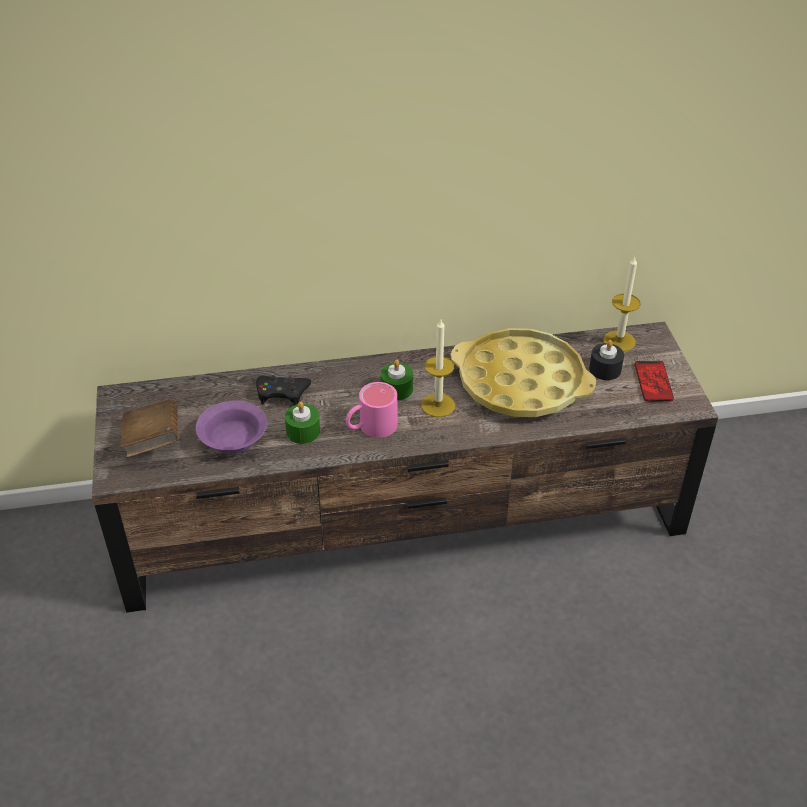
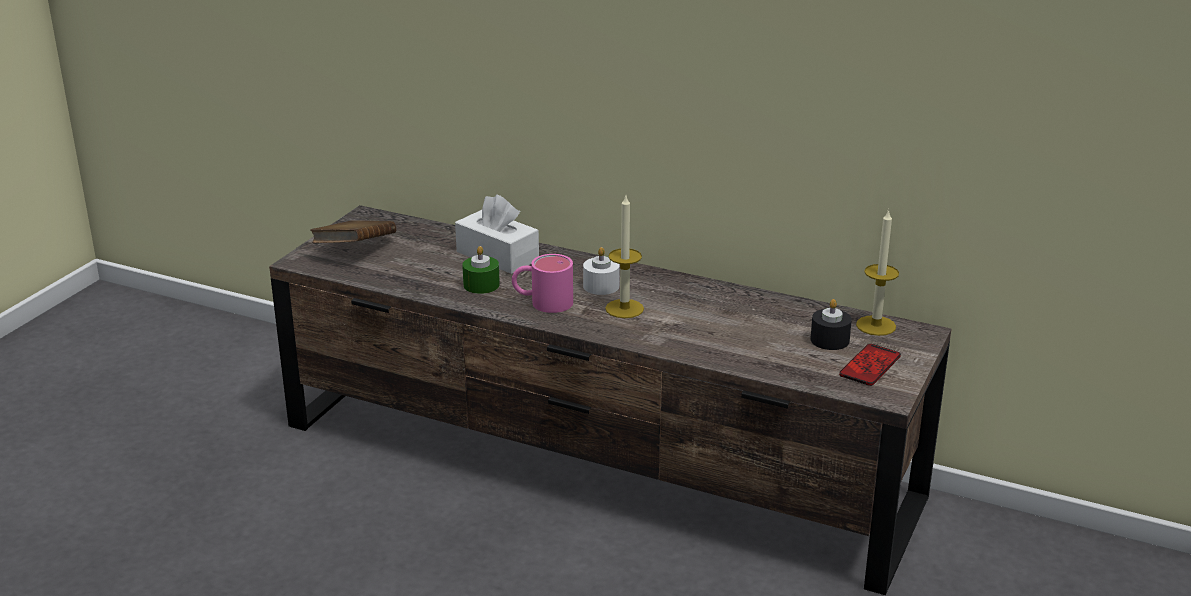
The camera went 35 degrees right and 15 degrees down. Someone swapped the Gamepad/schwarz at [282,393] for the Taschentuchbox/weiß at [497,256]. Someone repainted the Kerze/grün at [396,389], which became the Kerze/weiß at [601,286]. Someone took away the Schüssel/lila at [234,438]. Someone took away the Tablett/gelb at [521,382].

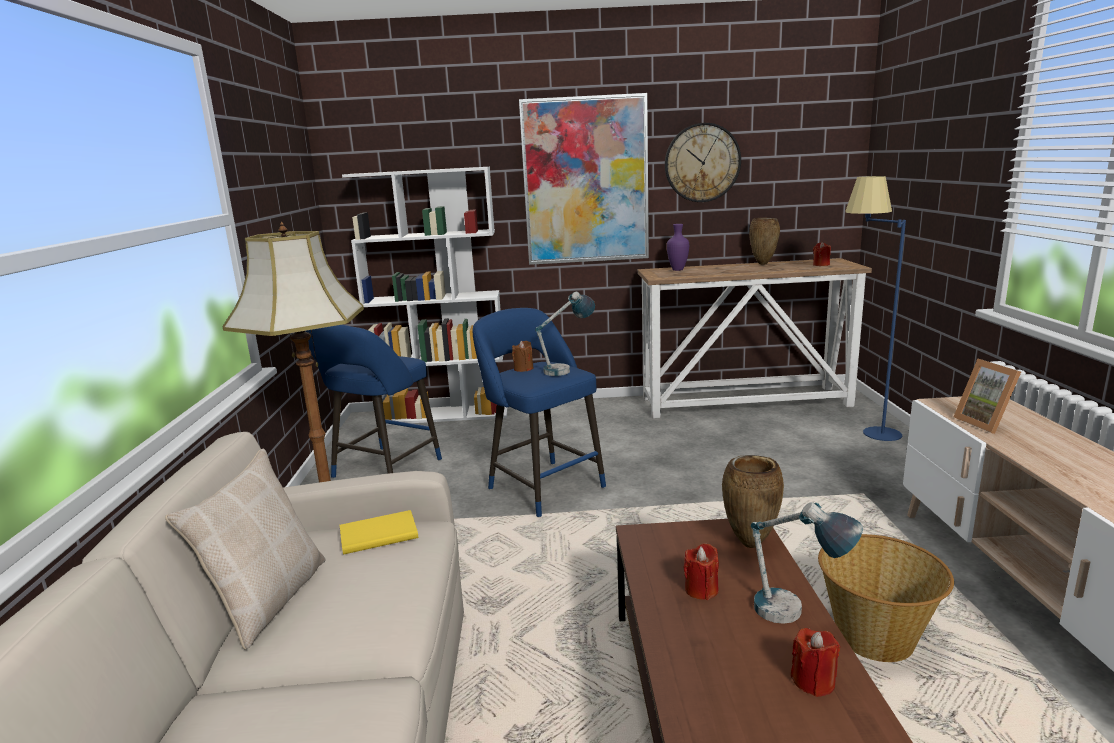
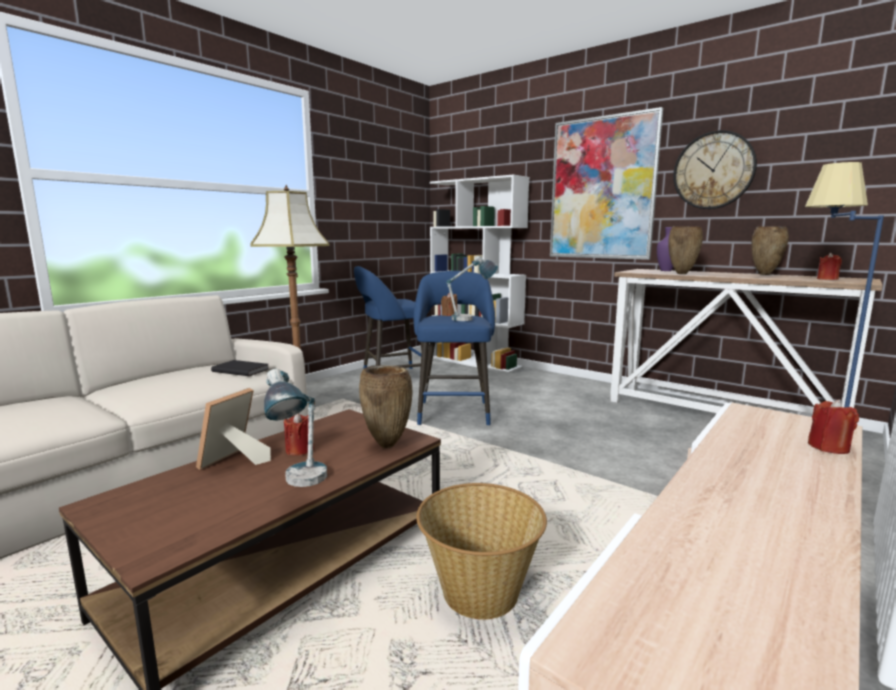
The camera went 40 degrees right and 5 degrees down. Someone carried the Bilderrahmen from [986,423] to [234,462]. Someone repainted the Buch/gelb at [377,534], which became the Buch/schwarz at [241,370]. Someone put down the Vase/braun at [682,274]. Someone carried the Kerze/rot from [813,681] to [828,447]. Someone took away the Kissen/beige at [268,599].

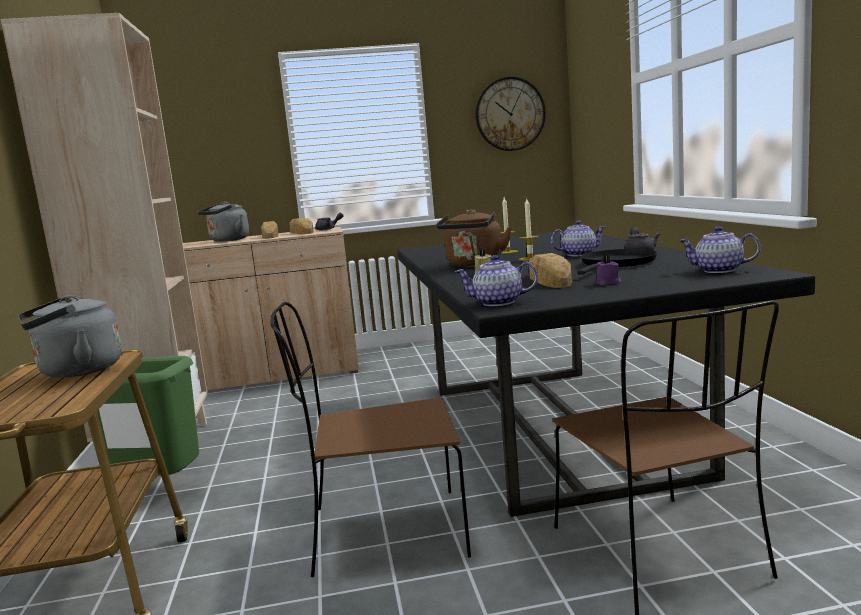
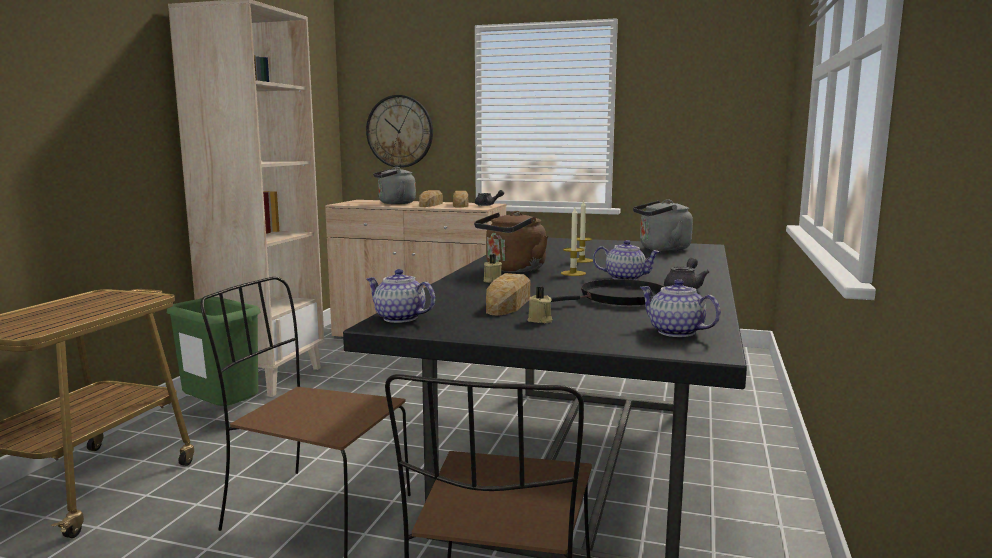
The camera went 25 degrees right and 0 degrees up. Someone carried the Wanduhr from [510,114] to [400,131]. Someone repainted the Kerze/lila at [608,283], which became the Kerze/beige at [540,320]. Someone carried the Wasserkessel/grau from [76,371] to [661,249].

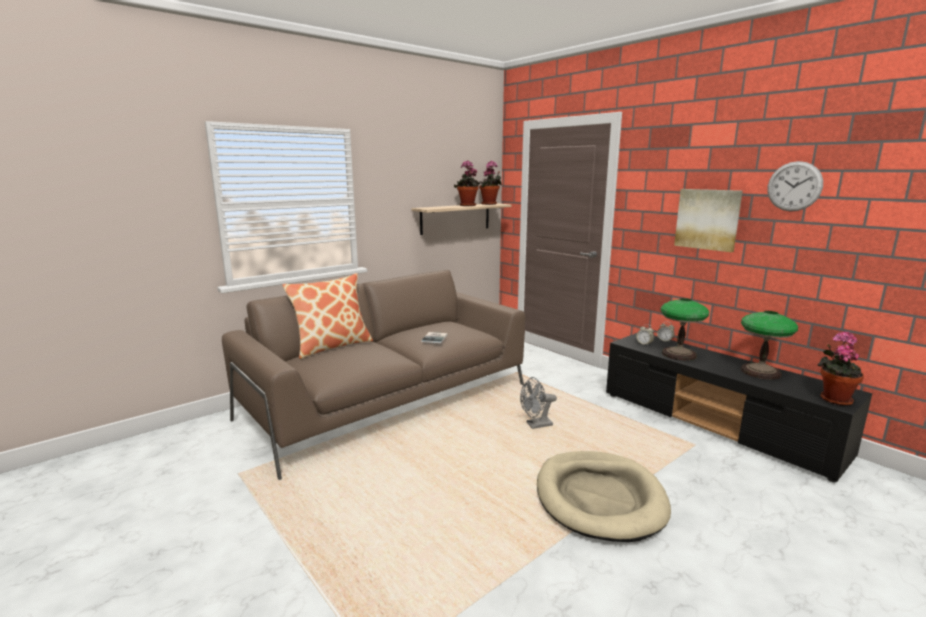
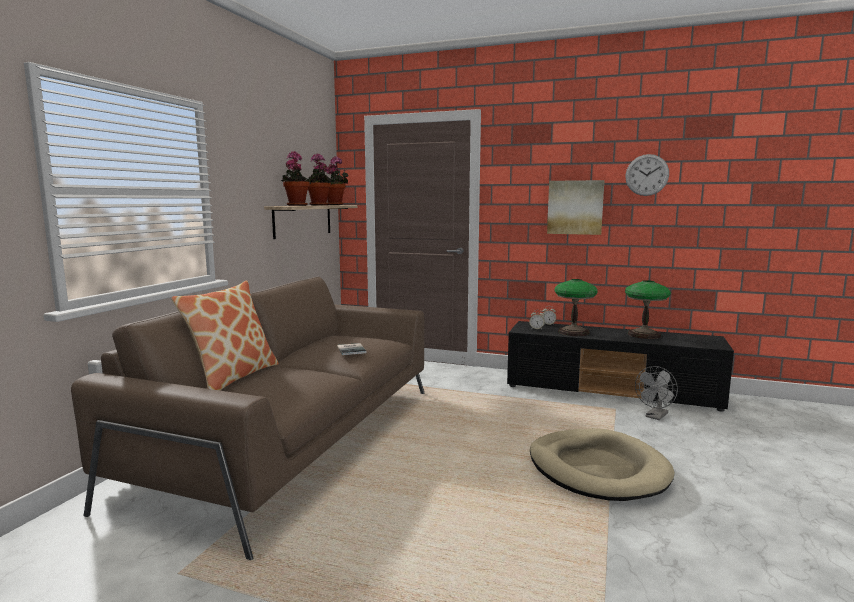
The camera went 30 degrees left and 5 degrees down. Someone carried the Topfpflanze from [834,399] to [296,205]. Someone carried the Ventilator/grau from [535,425] to [655,416].

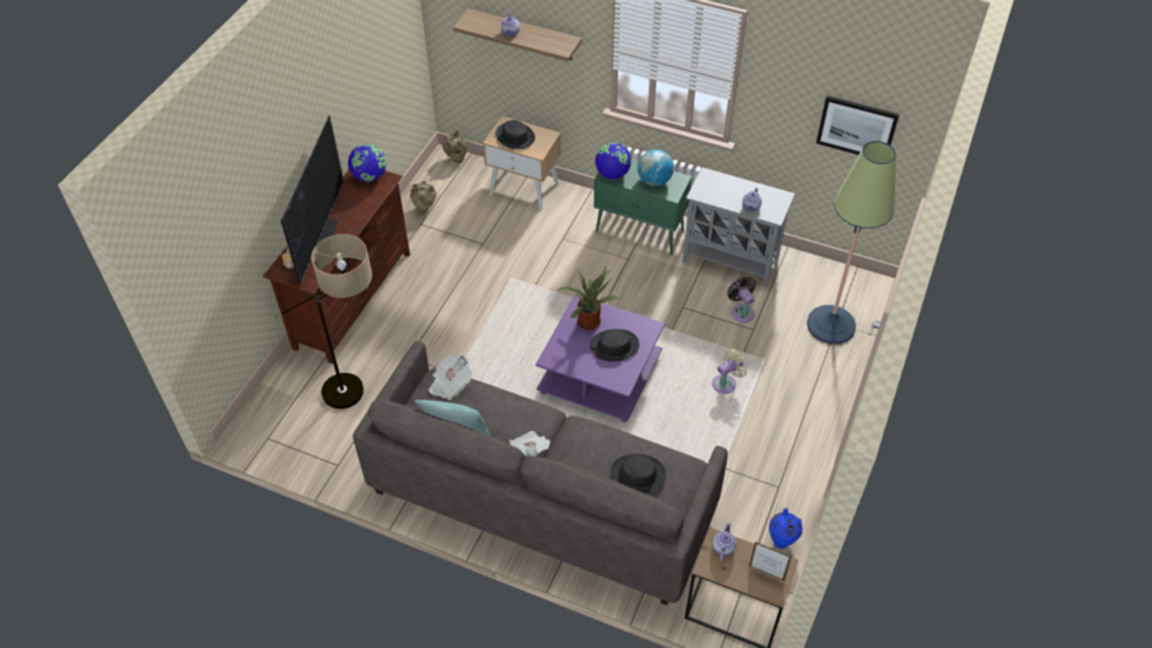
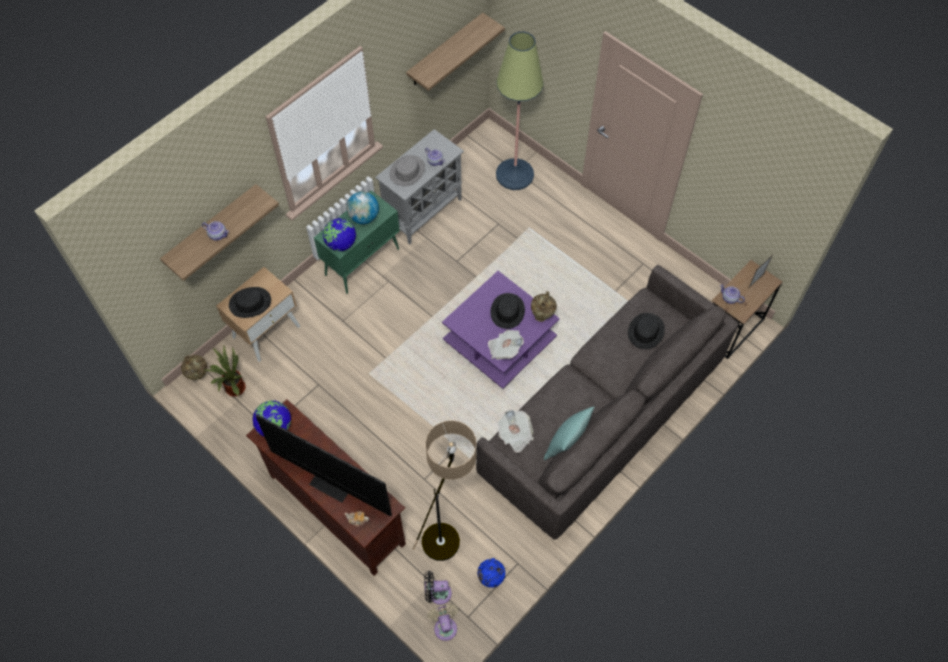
The camera went 70 degrees left and 10 degrees up. Someone carried the Topfpflanze from [588,320] to [233,388]. Someone put down the Hut/grau at [407,171]. Someone swapped the Bild at [857,128] for the Wandregal at [445,51]. Someone carried the Ventilator/schwarz from [742,311] to [437,593]. Someone carried the Ventilator/beige from [726,383] to [445,626]. Someone carried the Vase/blau from [781,540] to [491,579]. Someone carried the Zeitung from [529,450] to [504,349]. Someone carried the Vase/beige from [425,209] to [542,316].

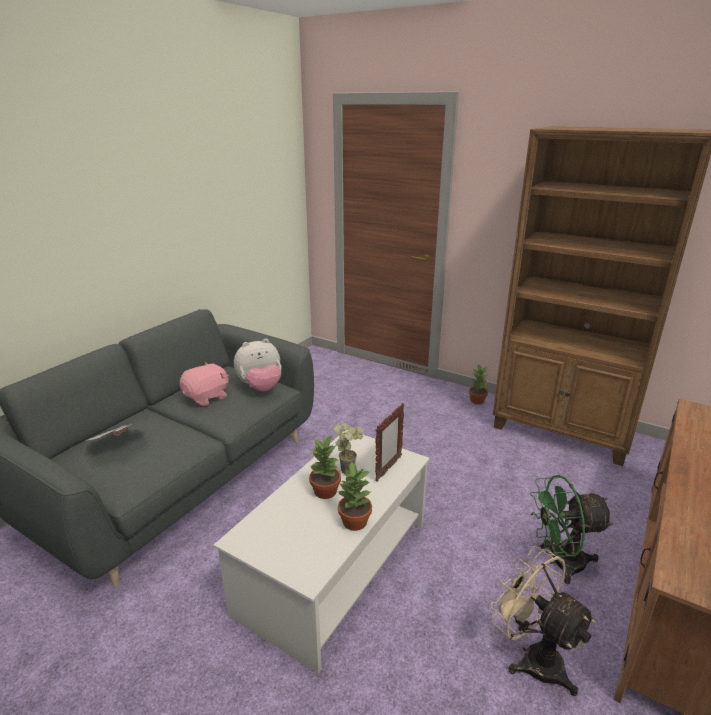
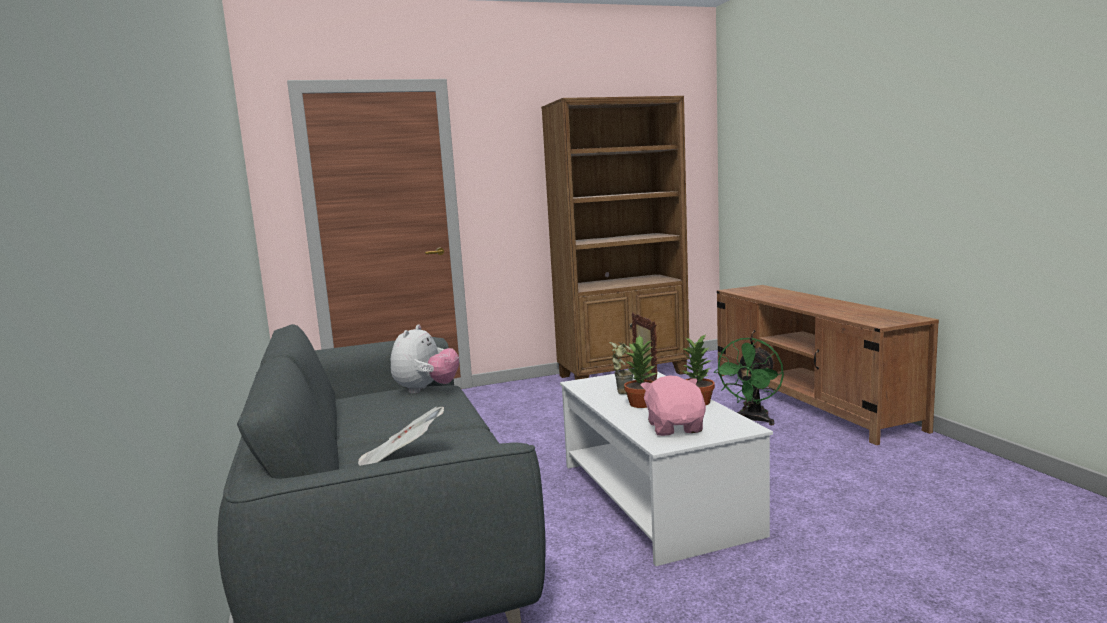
The camera went 50 degrees left and 15 degrees down. Someone carried the Plüschtier/rosa from [207,397] to [675,427]. Someone took away the Topfpflanze at [477,400]. Someone took away the Ventilator/beige at [533,657].

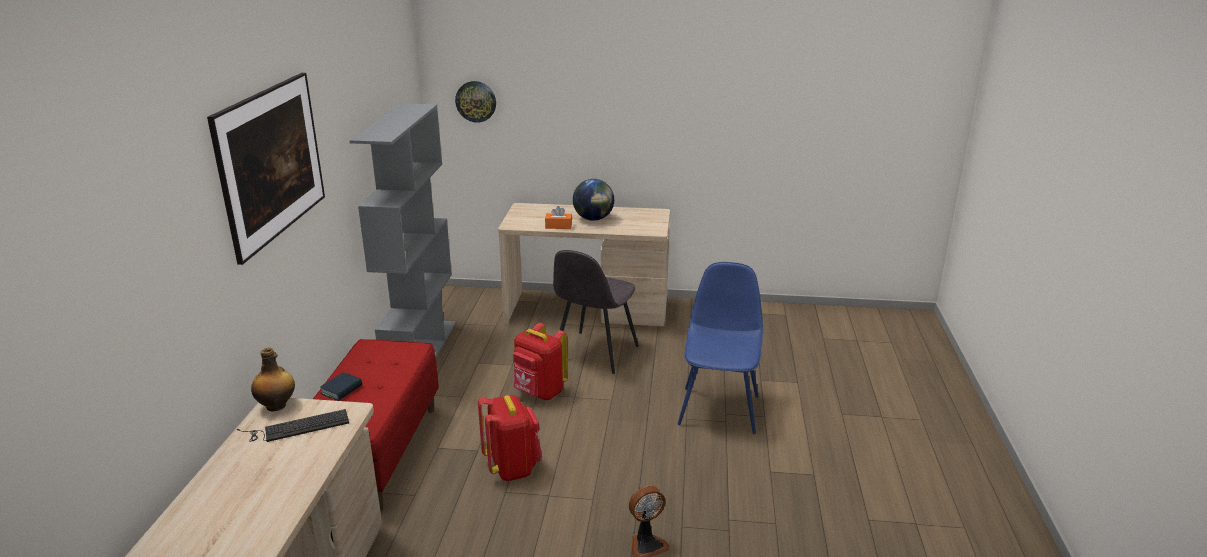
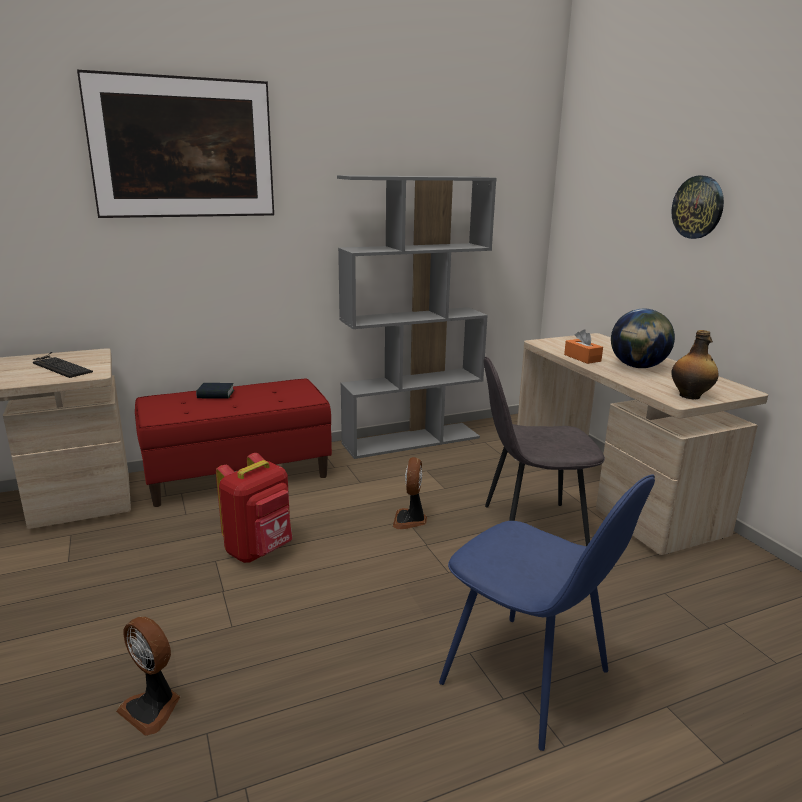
The camera went 60 degrees right and 5 degrees down. Someone swapped the Rucksack/rot at [539,393] for the Ventilator at [410,520]. Someone rotated the Stuhl/blau at [719,408] by 60 degrees clockwise. Someone carried the Wanduhr from [476,101] to [698,207]. Someone carried the Flasche from [277,406] to [690,396].

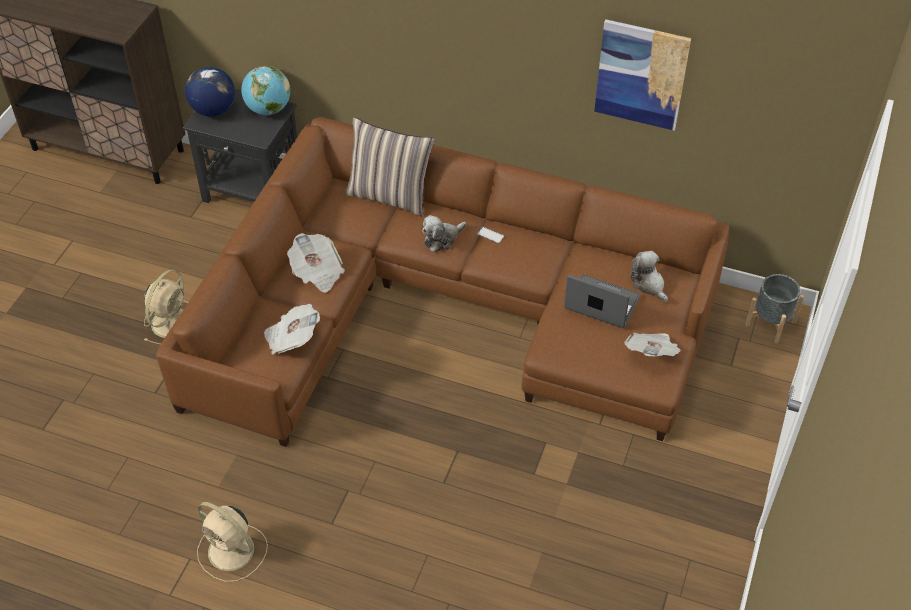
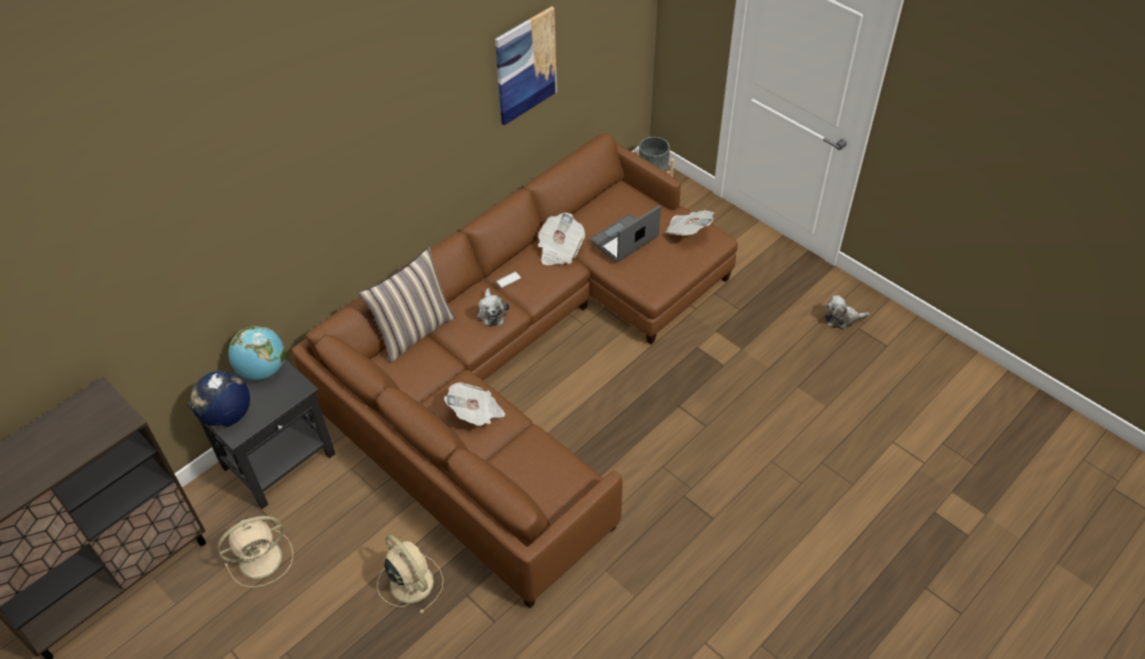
The camera went 65 degrees left and 0 degrees up. Someone carried the Ventilator/beige from [232,552] to [262,558]. Someone carried the Zeitung from [292,338] to [559,250]. Someone carried the Plüschtier from [648,284] to [842,319].

